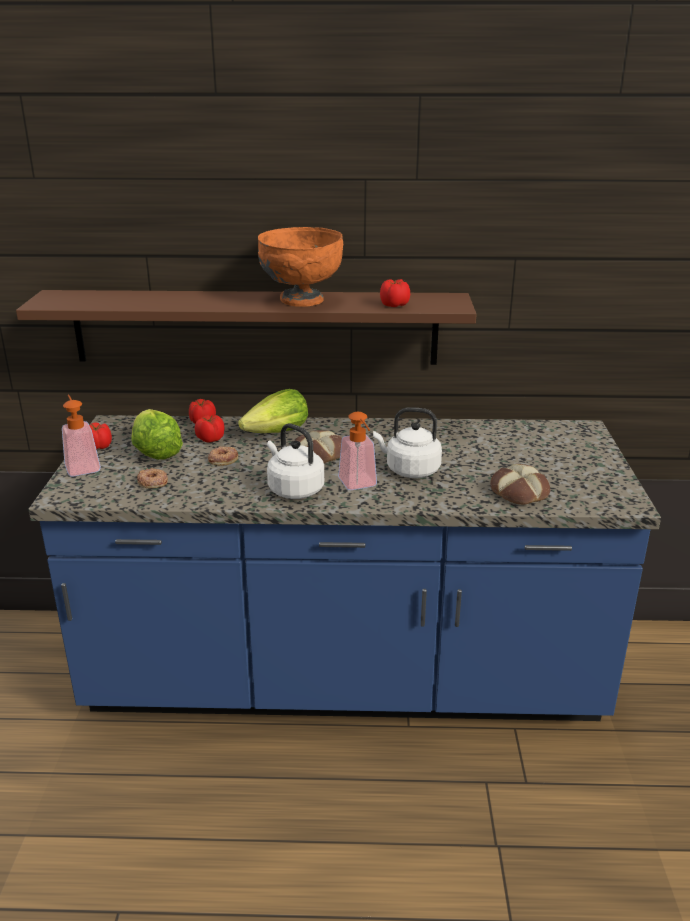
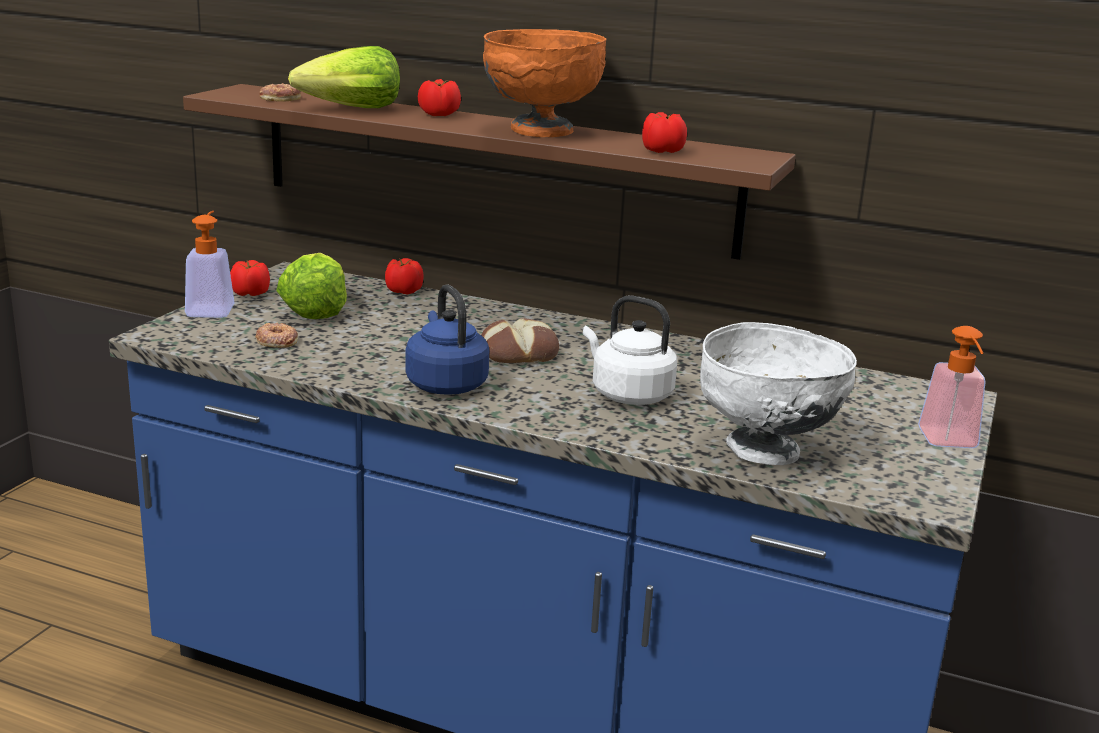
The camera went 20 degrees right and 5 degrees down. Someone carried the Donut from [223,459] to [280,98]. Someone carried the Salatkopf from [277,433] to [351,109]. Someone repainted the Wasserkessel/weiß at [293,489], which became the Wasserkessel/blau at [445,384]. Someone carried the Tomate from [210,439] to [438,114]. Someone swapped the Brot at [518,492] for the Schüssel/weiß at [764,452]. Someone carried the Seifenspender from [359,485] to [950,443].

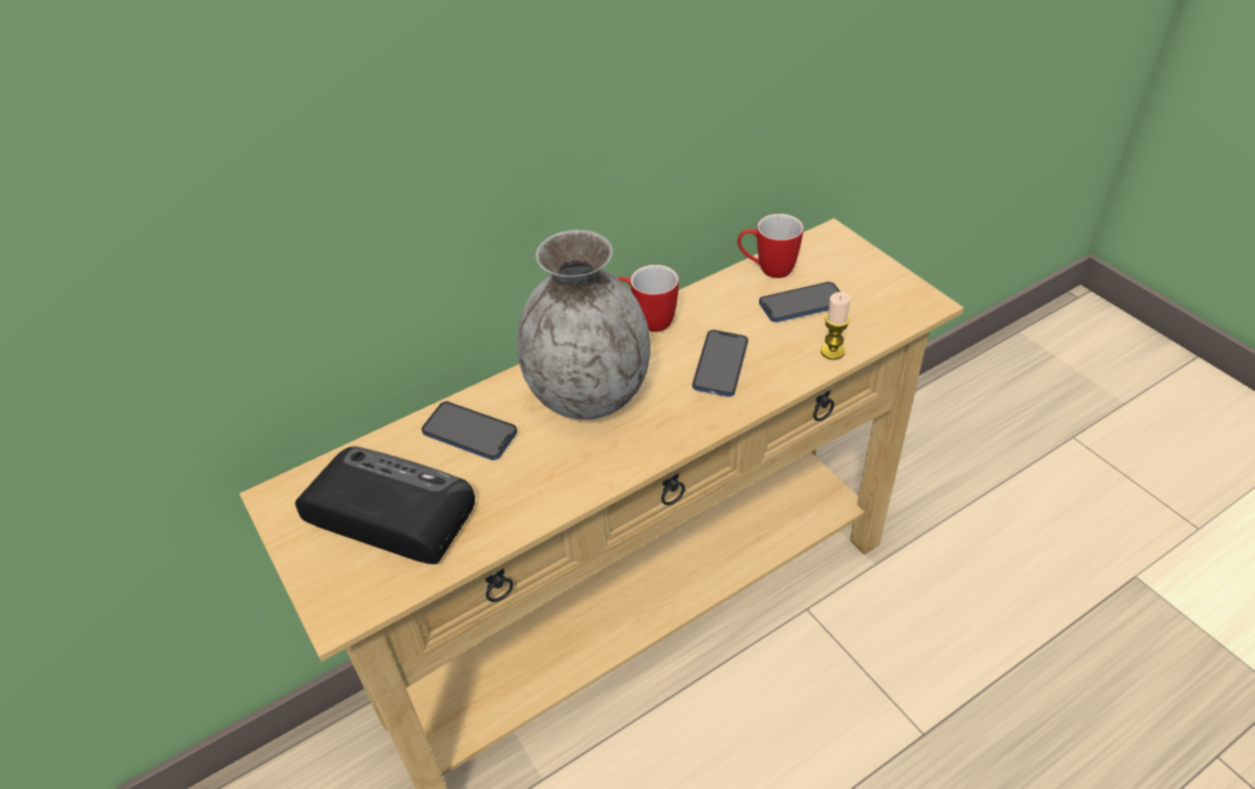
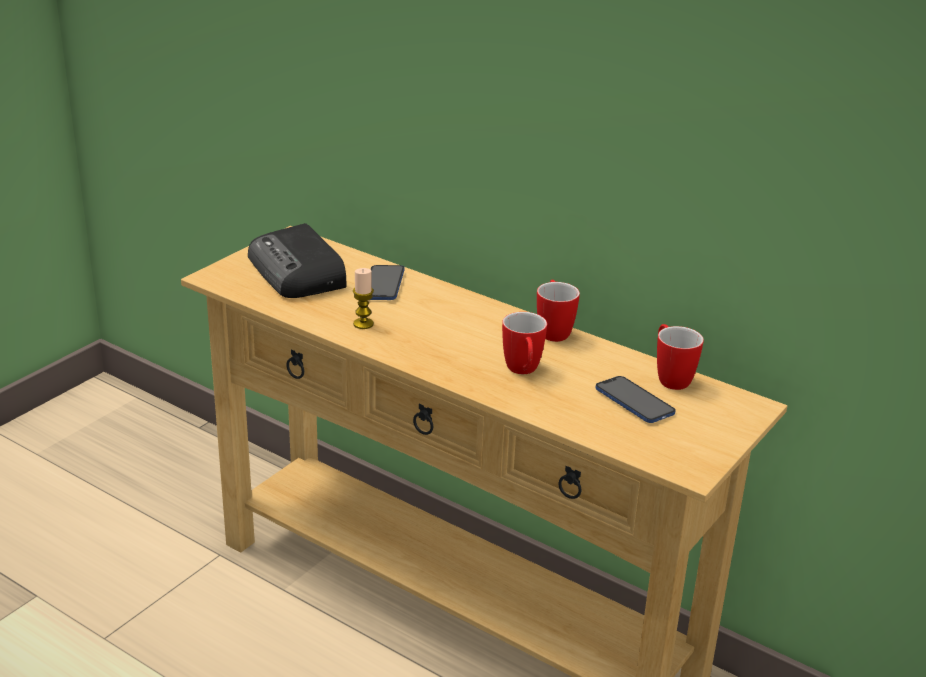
The camera went 65 degrees right and 15 degrees down. Someone rotated the Radio at [387,511] by 150 degrees clockwise. Someone carried the Kerze from [832,351] to [363,324]. Someone swapped the Handy at [720,365] for the Henkelbecher at [523,372]. Someone took away the Vase/grau at [588,396].

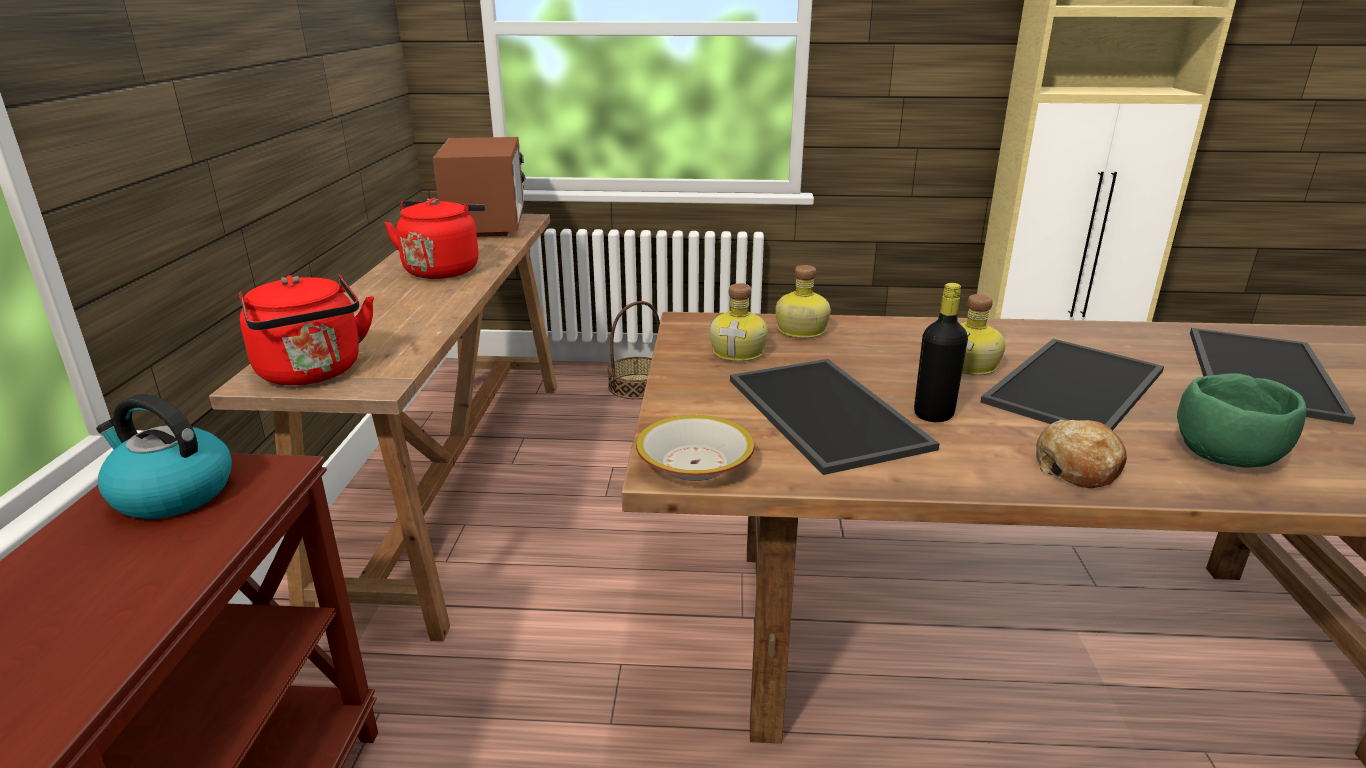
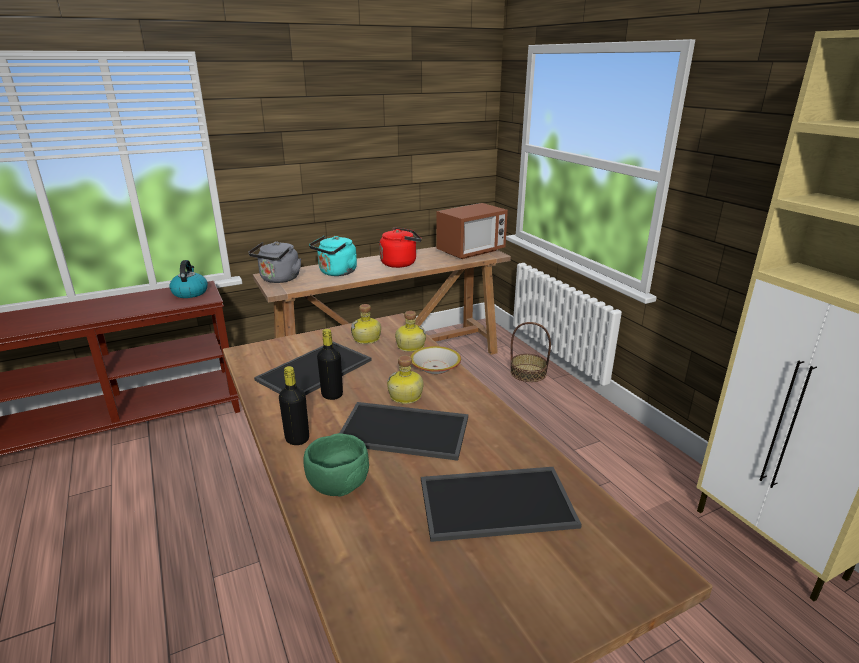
The camera went 60 degrees right and 0 degrees up. Someone repainted the Wasserkessel/rot at [313,373], which became the Wasserkessel/grau at [279,279]. Someone swapped the Brot at [1077,467] for the Flasche/schwarz at [297,439]. Someone put down the Wasserkessel/türkis at [336,273]. Someone carried the Schüssel from [694,464] to [434,367].

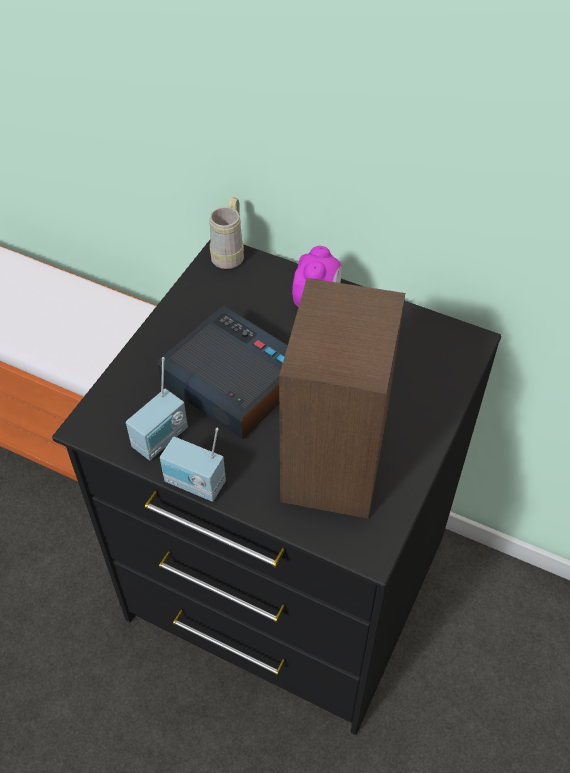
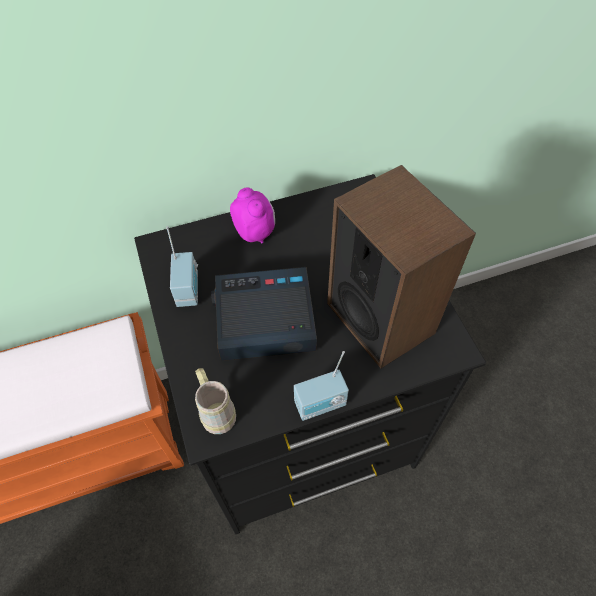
The camera went 45 degrees left and 5 degrees up. Someone carried the Radio from [162,439] to [189,289]. Someone carried the Henkelbecher/beige from [230,253] to [216,411].

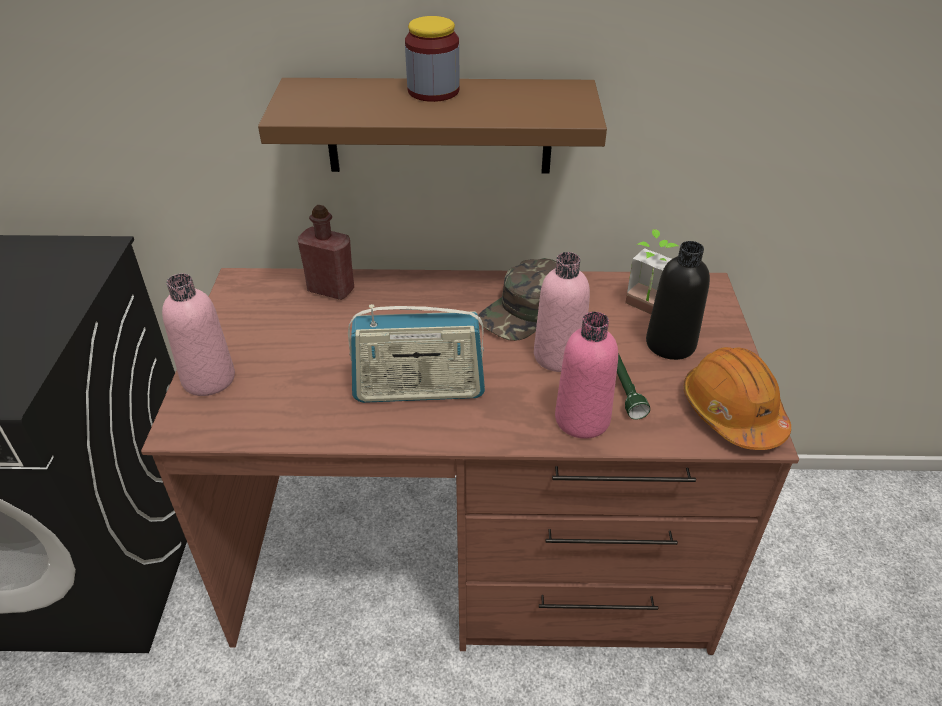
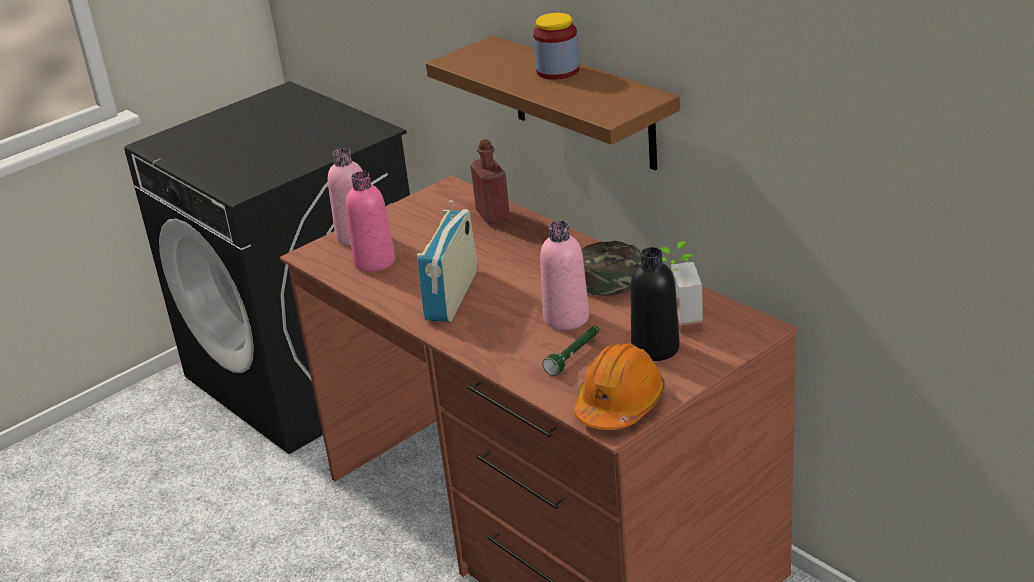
The camera went 50 degrees right and 10 degrees down. Someone carried the Flasche/rosa from [582,419] to [374,262]. Someone rotated the Radio at [419,390] by 60 degrees clockwise.

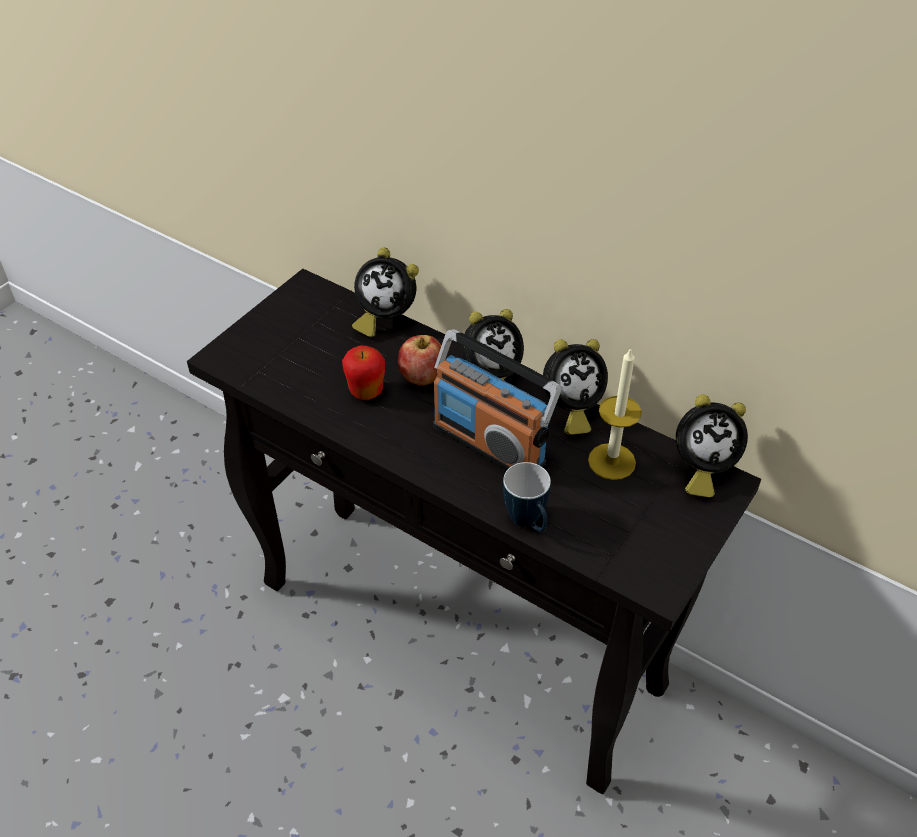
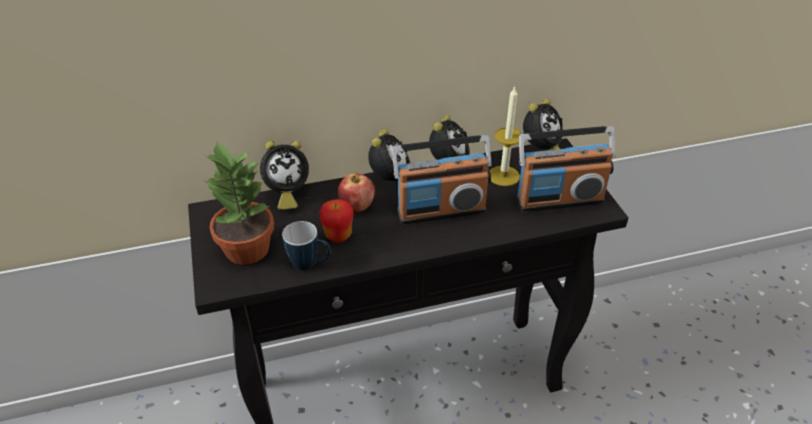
The camera went 50 degrees left and 5 degrees down. Someone put down the Topfpflanze at [246,248]. Someone carried the Henkelbecher from [528,523] to [310,264]. Someone put down the Radio at [559,199].

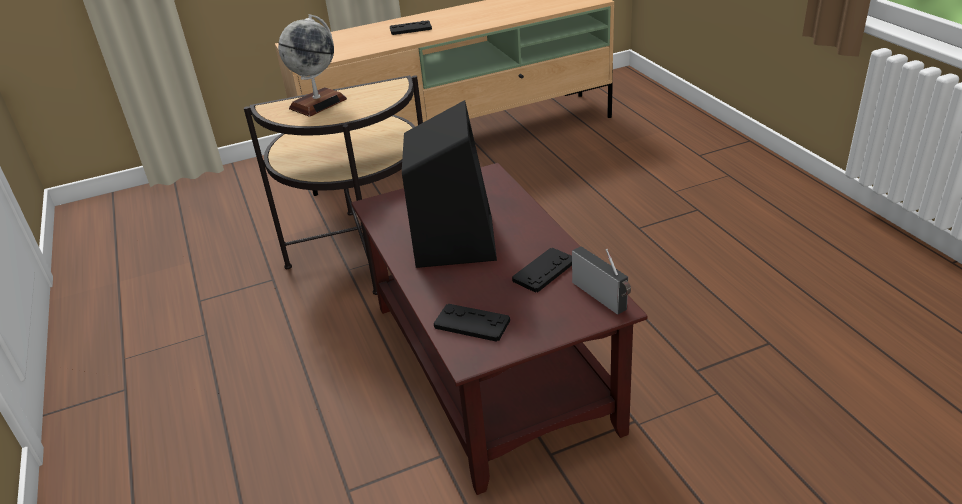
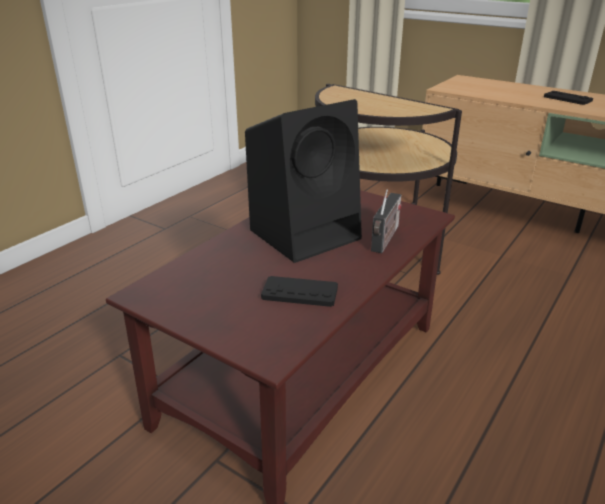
The camera went 55 degrees right and 5 degrees down. Someone carried the Radio from [602,297] to [385,240]. Someone took away the Globus at [318,103]. Someone took away the Gamepad/schwarz at [472,324].

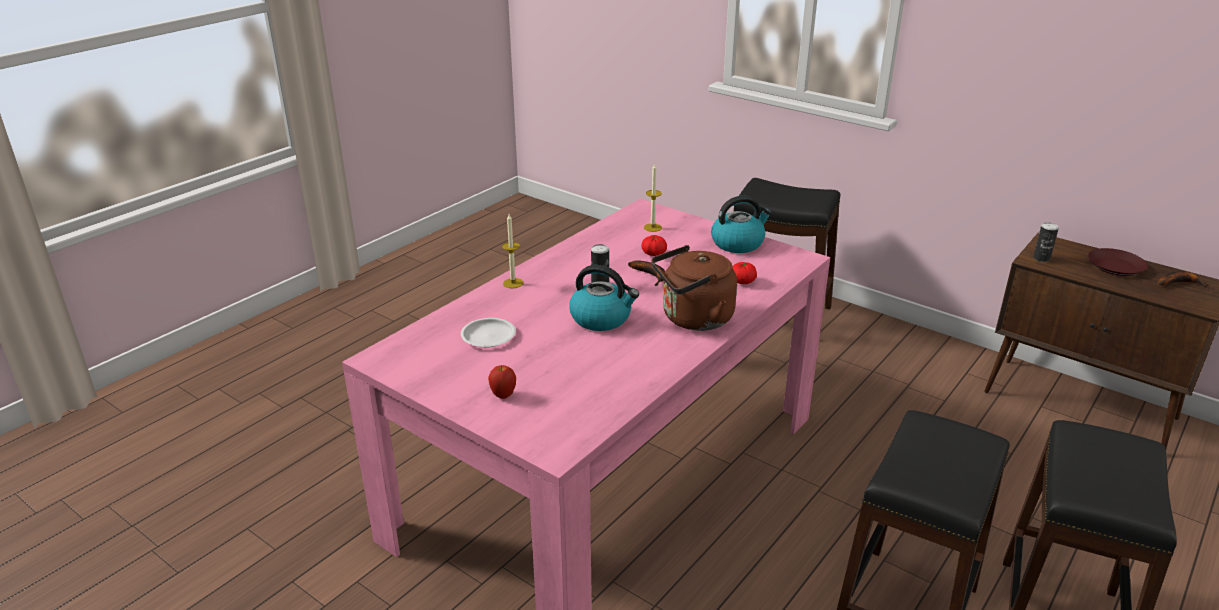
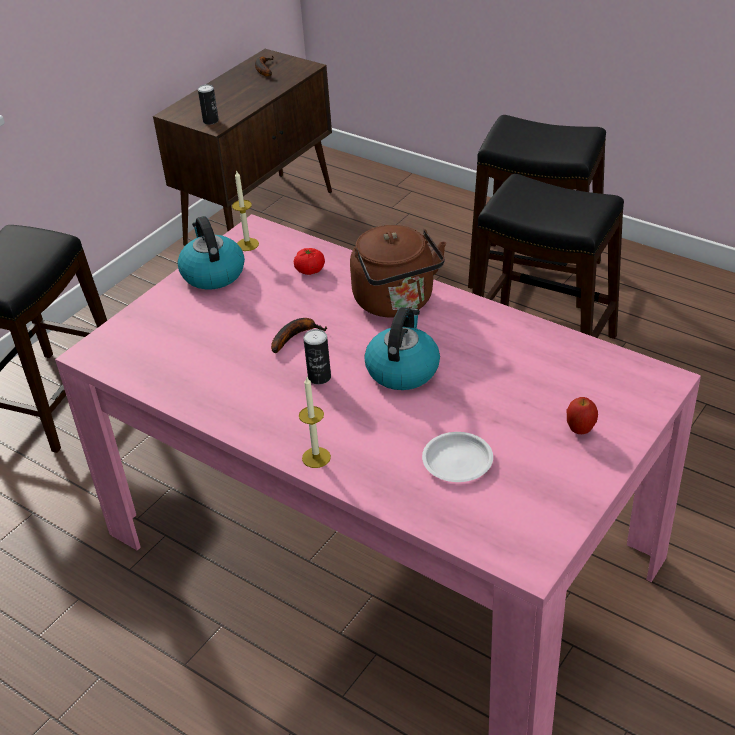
The camera went 90 degrees left and 10 degrees up. Someone carried the Kerze from [652,227] to [247,244]. Someone took away the Tomate at [654,254]. Someone took away the Teller/braun at [1115,267].

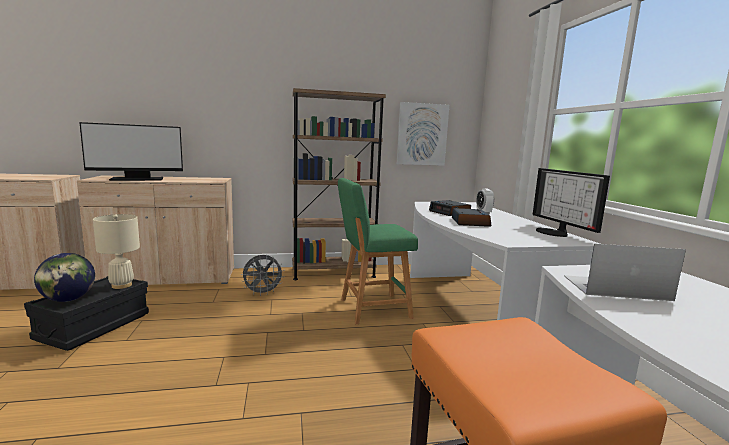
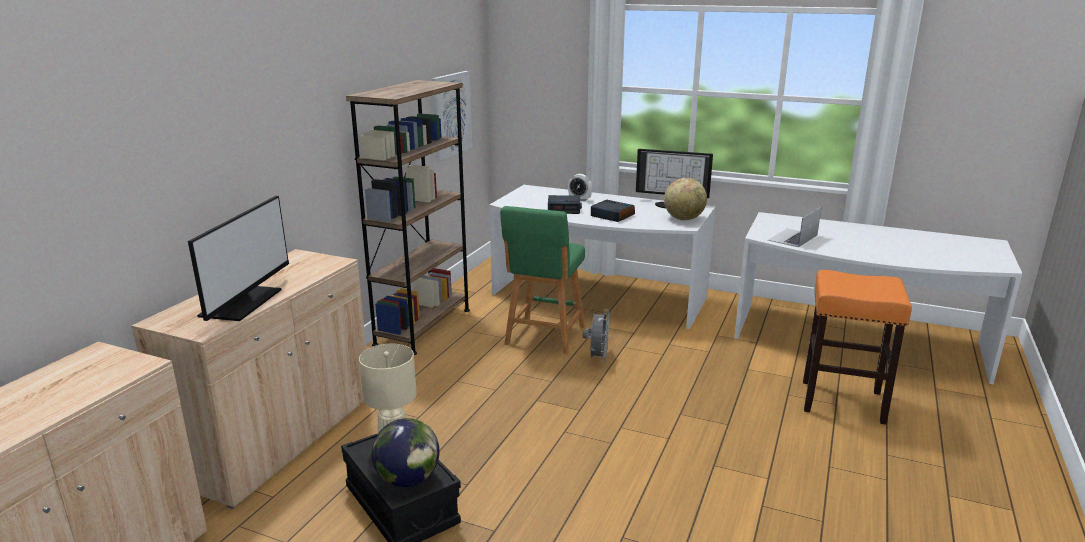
The camera went 55 degrees left and 10 degrees up. Someone carried the Ventilator/grau from [263,293] to [597,358]. Someone put down the Globus at [684,219].

